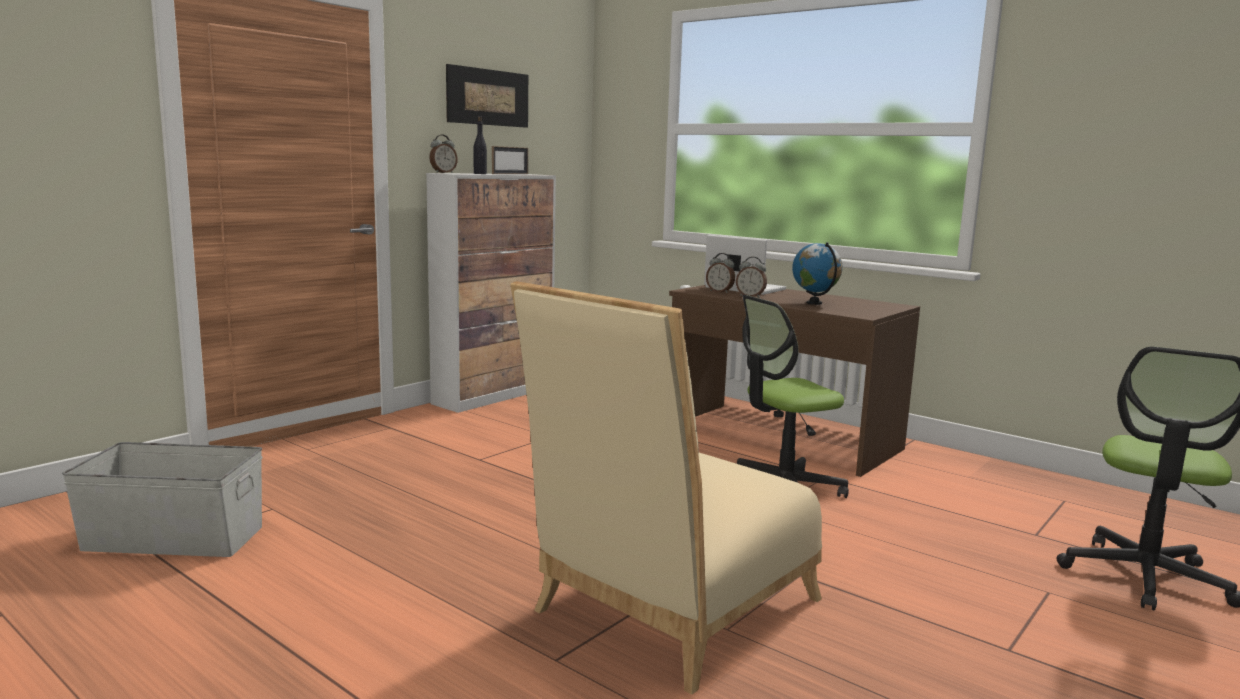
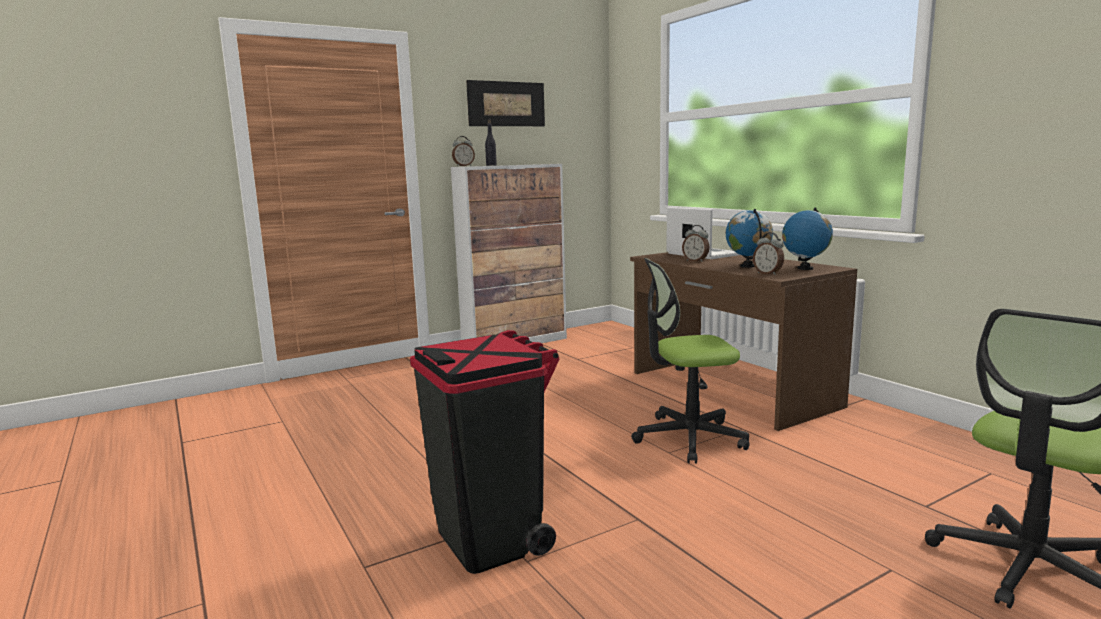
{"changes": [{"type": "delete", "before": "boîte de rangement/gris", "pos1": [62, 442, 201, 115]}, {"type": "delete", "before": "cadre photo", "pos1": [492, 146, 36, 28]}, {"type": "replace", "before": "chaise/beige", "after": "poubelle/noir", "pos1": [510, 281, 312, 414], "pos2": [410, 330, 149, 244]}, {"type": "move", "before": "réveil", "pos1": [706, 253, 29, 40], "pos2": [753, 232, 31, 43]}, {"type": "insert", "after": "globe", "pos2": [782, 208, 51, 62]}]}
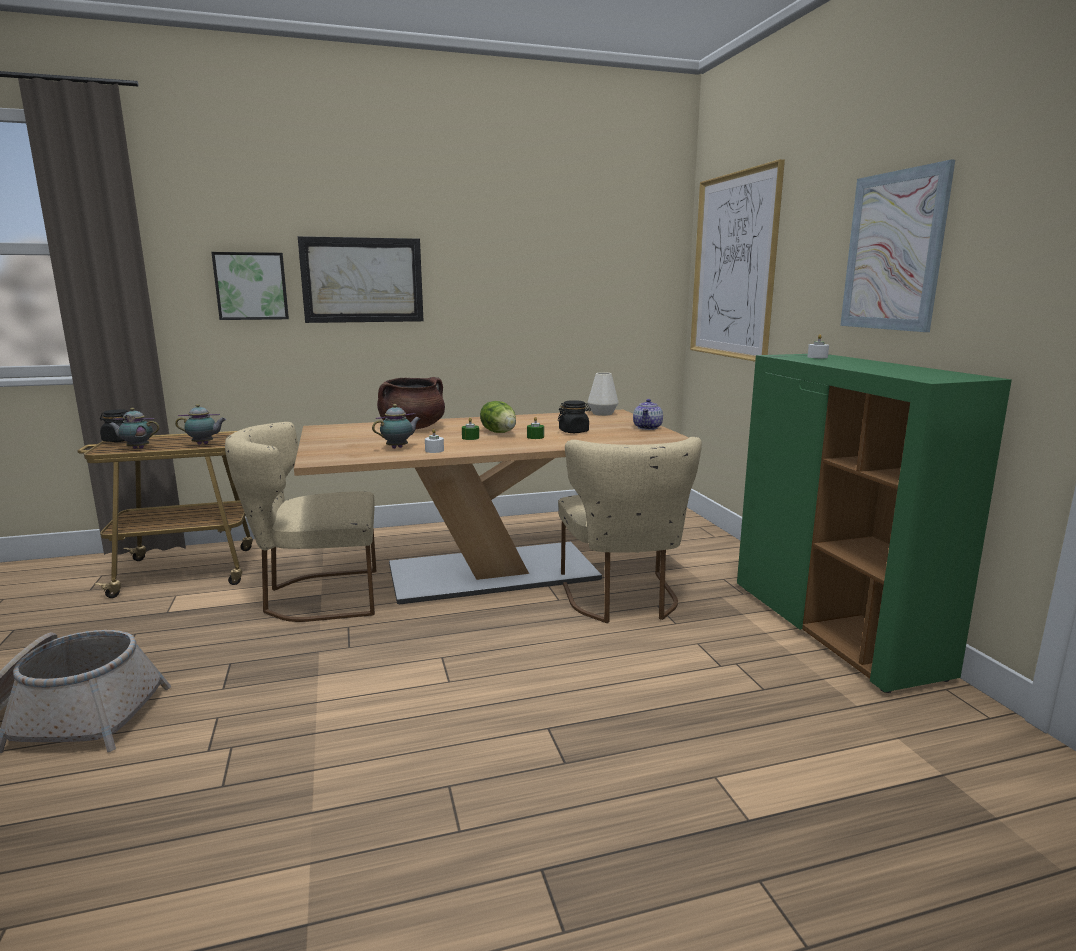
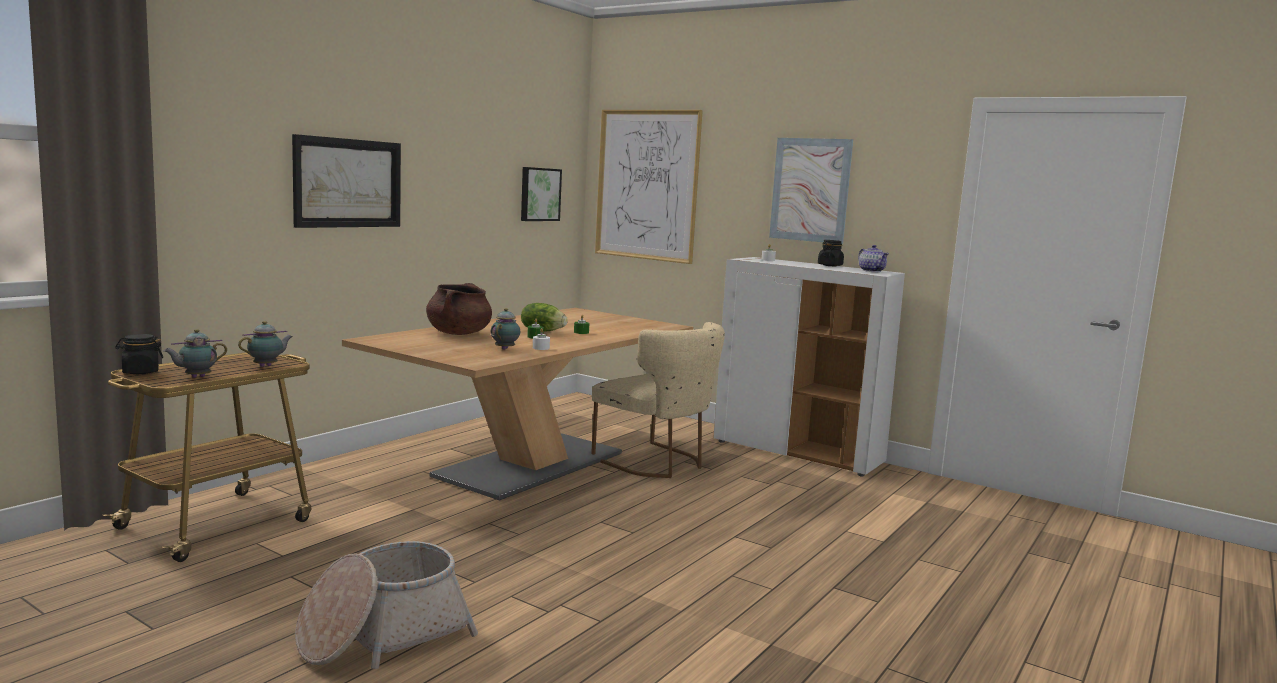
{"changes": [{"type": "move", "before": "tableau", "pos1": [211, 252, 78, 68], "pos2": [521, 167, 41, 54]}, {"type": "delete", "before": "chaise/beige", "pos1": [225, 422, 151, 200]}, {"type": "move", "before": "bocal/noir", "pos1": [558, 400, 33, 33], "pos2": [818, 240, 26, 26]}, {"type": "delete", "before": "vase/blanc", "pos1": [588, 372, 31, 44]}, {"type": "move", "before": "théière", "pos1": [633, 399, 30, 31], "pos2": [858, 245, 31, 27]}, {"type": "recolor", "before": "meuble de rangement/vert", "after": "meuble de rangement/blanc", "pos1": [737, 354, 275, 339], "pos2": [713, 257, 192, 220]}]}
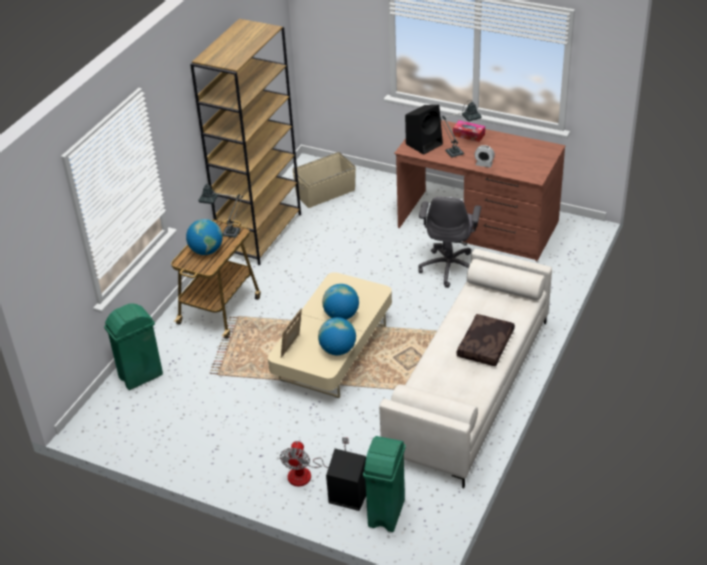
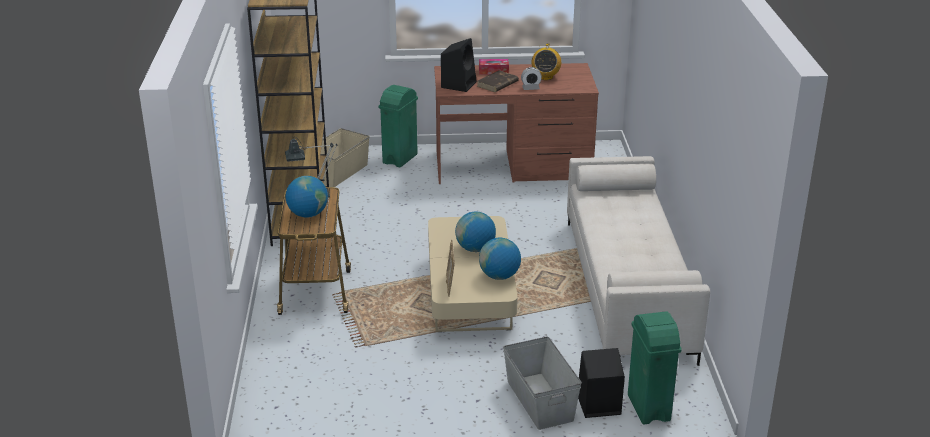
{"changes": [{"type": "move", "before": "poubelle/vert", "pos1": [104, 303, 59, 87], "pos2": [379, 85, 39, 82]}, {"type": "replace", "before": "ventilateur", "after": "boîte de rangement/gris", "pos1": [280, 437, 69, 49], "pos2": [503, 336, 79, 94]}, {"type": "delete", "before": "chaise de bureau/gris", "pos1": [418, 197, 63, 91]}, {"type": "replace", "before": "lampe de table", "after": "livre/marron", "pos1": [440, 100, 42, 58], "pos2": [477, 71, 42, 21]}, {"type": "delete", "before": "coussin/marron", "pos1": [456, 314, 59, 52]}, {"type": "insert", "after": "radio", "pos2": [532, 43, 29, 37]}]}
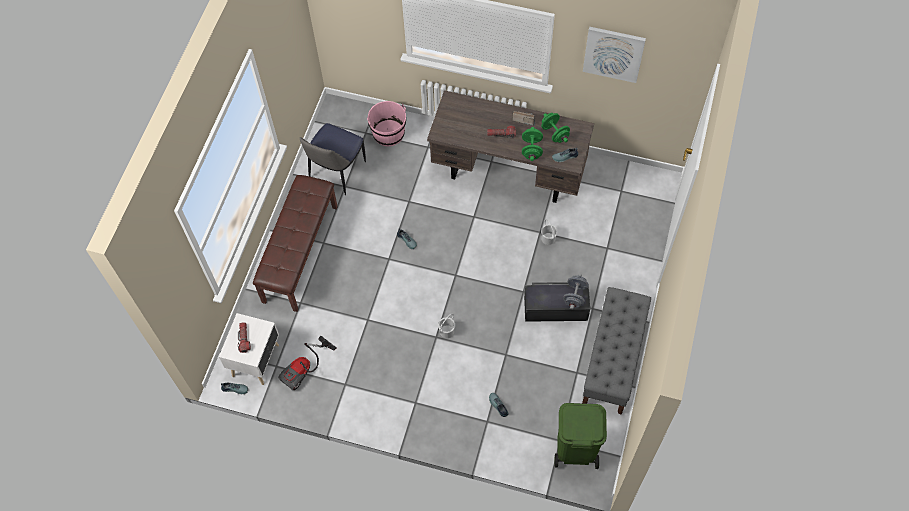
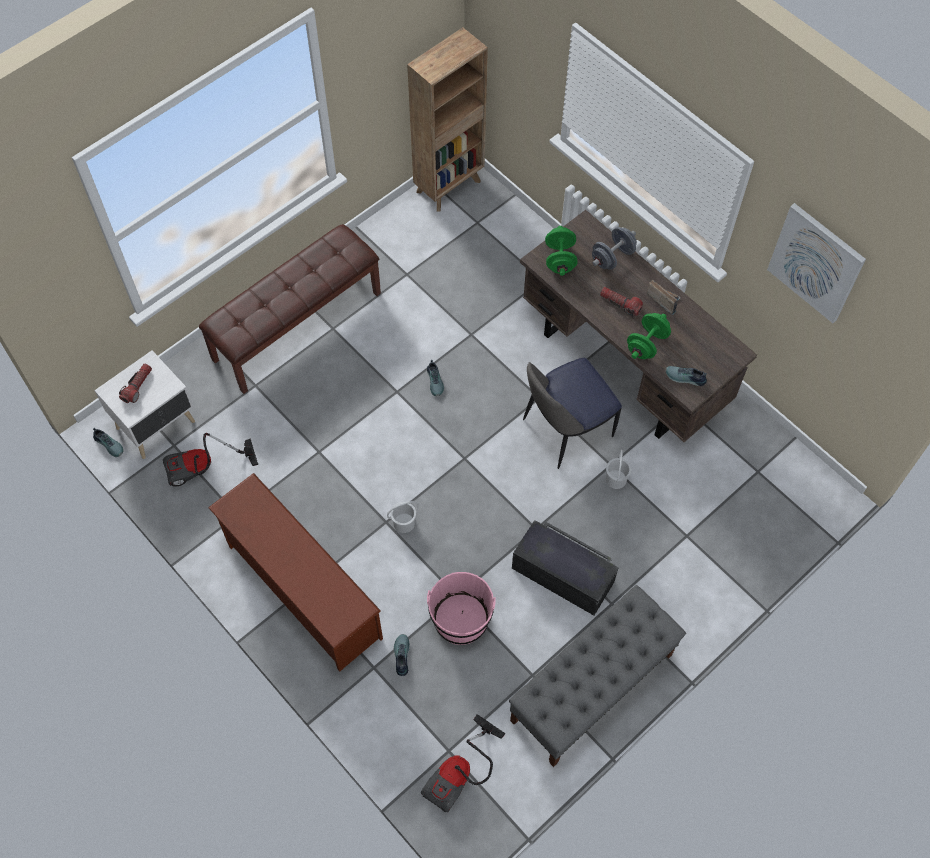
{"changes": [{"type": "move", "before": "chaise", "pos1": [300, 123, 66, 72], "pos2": [523, 358, 99, 111]}, {"type": "move", "before": "seau/rose", "pos1": [367, 101, 39, 45], "pos2": [427, 572, 69, 73]}, {"type": "move", "before": "haltère/vert", "pos1": [541, 113, 29, 30], "pos2": [545, 226, 32, 50]}, {"type": "replace", "before": "poubelle/vert", "after": "aspirateur", "pos1": [555, 403, 52, 66], "pos2": [421, 714, 84, 99]}, {"type": "move", "before": "haltère/gris", "pos1": [563, 274, 26, 36], "pos2": [592, 227, 45, 43]}, {"type": "insert", "after": "étagère à chaussures/marron", "pos2": [208, 473, 175, 199]}, {"type": "insert", "after": "bibliothèque/marron", "pos2": [407, 27, 81, 185]}]}
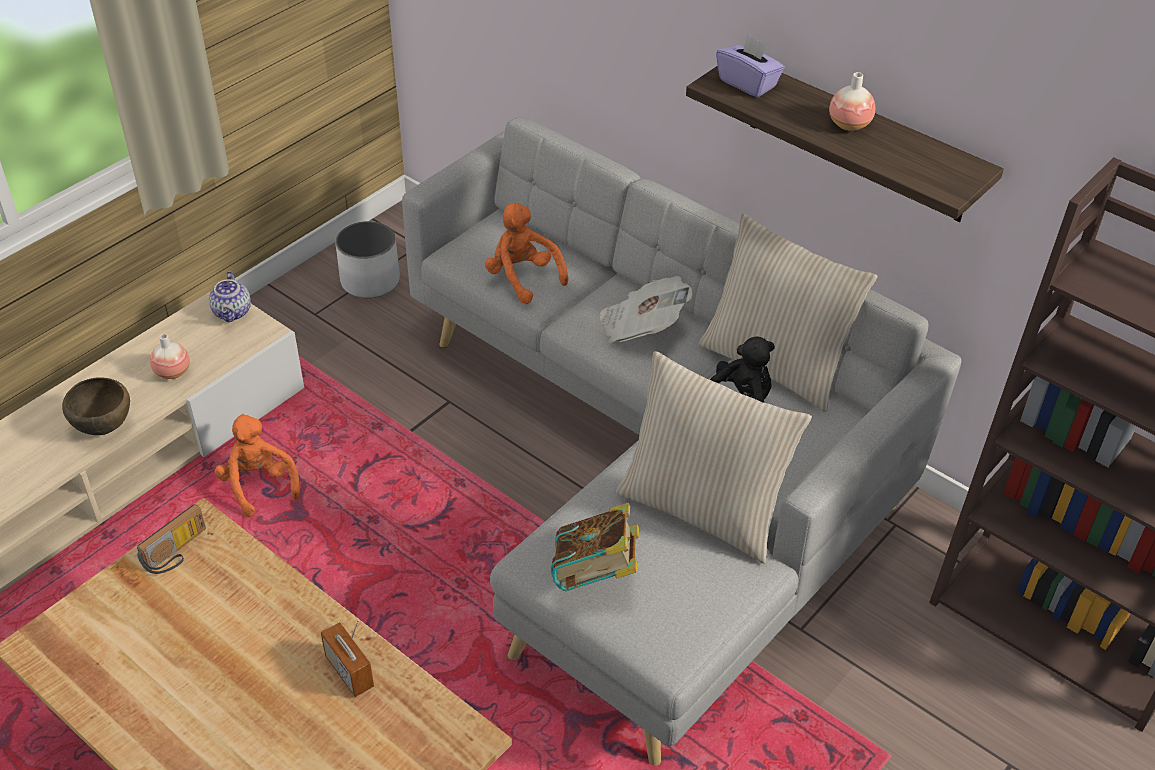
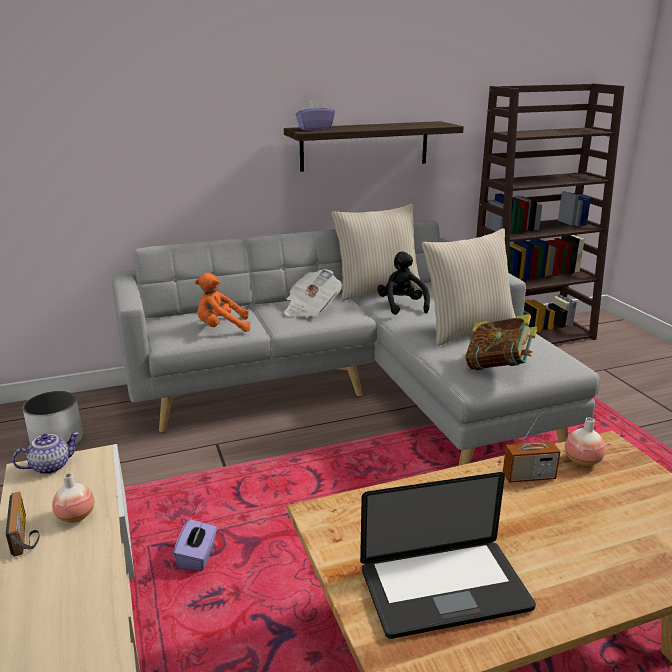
{"changes": [{"type": "delete", "before": "bol/marron", "pos1": [62, 377, 68, 58]}, {"type": "move", "before": "radio", "pos1": [137, 504, 69, 70], "pos2": [6, 492, 34, 64]}, {"type": "rotate", "before": "théière", "pos1": [209, 271, 42, 51], "pos2": [12, 432, 67, 42], "turn": -60}, {"type": "replace", "before": "peluche/orange", "after": "boîte à mouchoirs/violet", "pos1": [215, 414, 85, 103], "pos2": [173, 519, 44, 52]}, {"type": "move", "before": "vase", "pos1": [829, 72, 46, 59], "pos2": [565, 417, 41, 50]}, {"type": "insert", "after": "ordinateur portable", "pos2": [360, 472, 176, 167]}]}
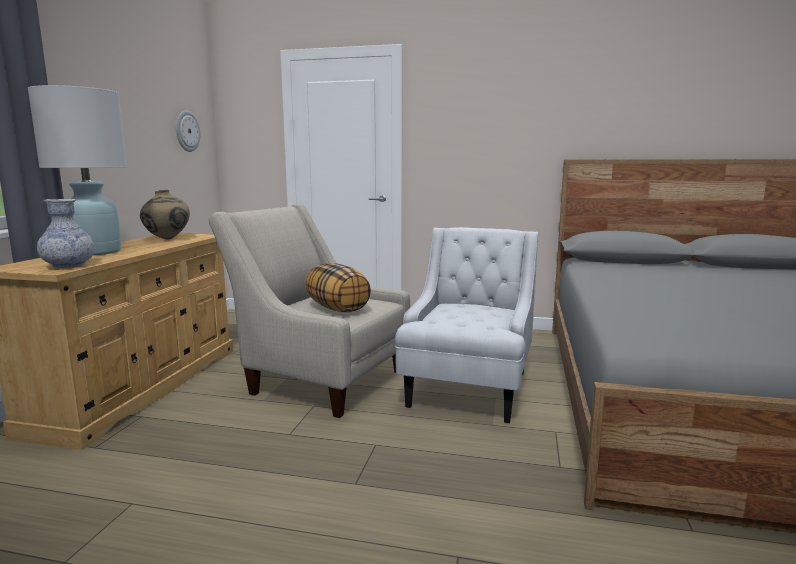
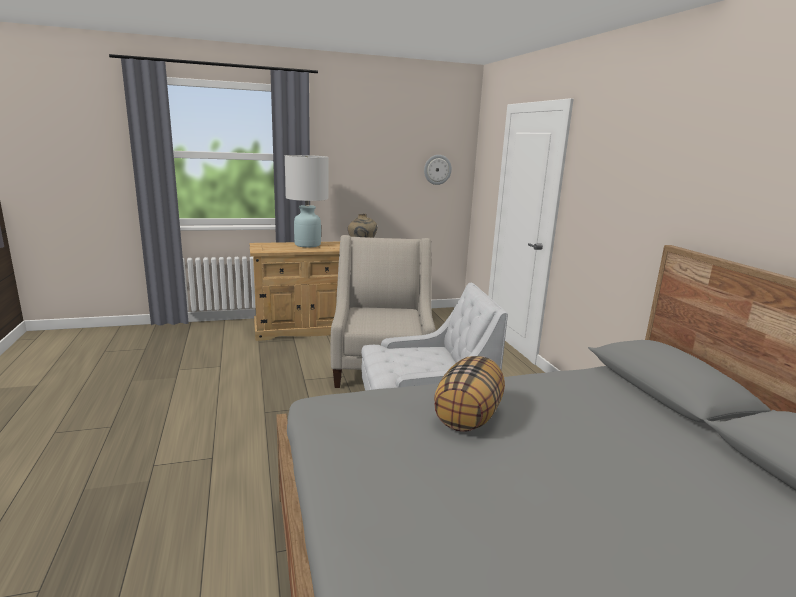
{"changes": [{"type": "delete", "before": "vase", "pos1": [37, 199, 58, 69]}, {"type": "move", "before": "coussin", "pos1": [305, 263, 66, 49], "pos2": [434, 356, 71, 76]}]}
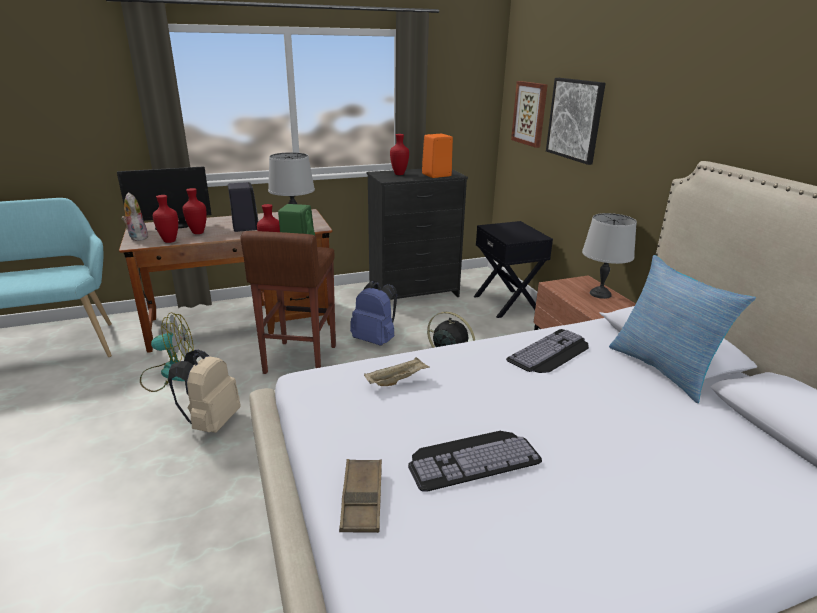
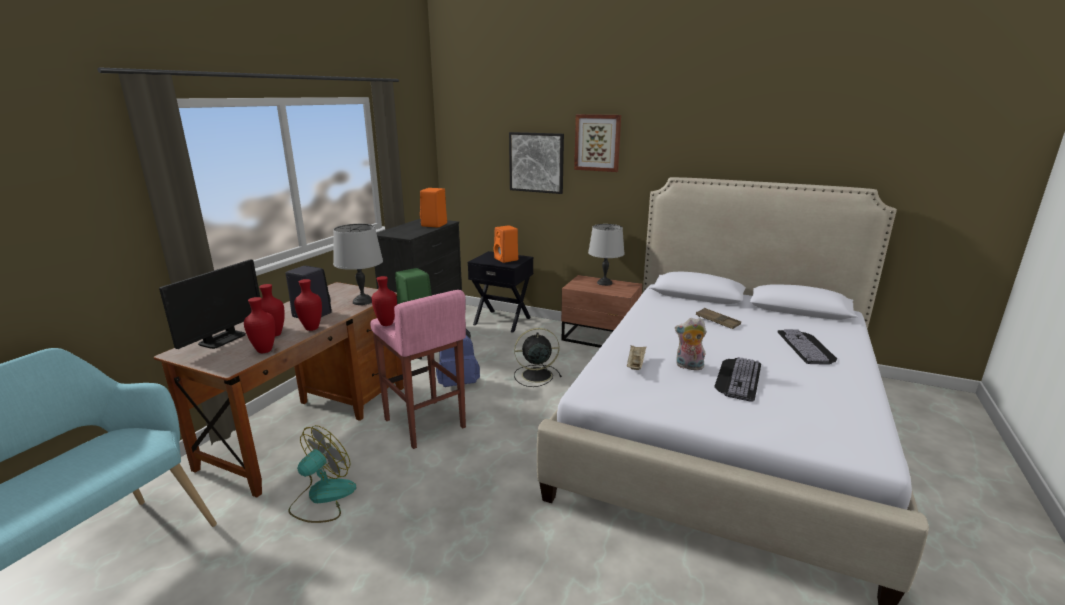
{"changes": [{"type": "move", "before": "peluche", "pos1": [122, 192, 26, 49], "pos2": [675, 318, 32, 52]}, {"type": "delete", "before": "sac à dos/beige", "pos1": [168, 350, 73, 83]}, {"type": "recolor", "before": "tabouret/marron", "after": "tabouret/rose", "pos1": [240, 231, 96, 143], "pos2": [370, 290, 96, 159]}, {"type": "move", "before": "plateau/marron", "pos1": [339, 459, 43, 74], "pos2": [696, 308, 45, 21]}, {"type": "move", "before": "vase/rouge", "pos1": [390, 134, 19, 41], "pos2": [294, 279, 28, 52]}, {"type": "move", "before": "clavier", "pos1": [506, 329, 83, 44], "pos2": [777, 329, 60, 36]}, {"type": "move", "before": "tableau", "pos1": [511, 81, 37, 67], "pos2": [574, 114, 47, 58]}, {"type": "delete", "before": "coussin", "pos1": [609, 255, 147, 148]}, {"type": "insert", "after": "enceinte/orange", "pos2": [494, 225, 24, 38]}]}
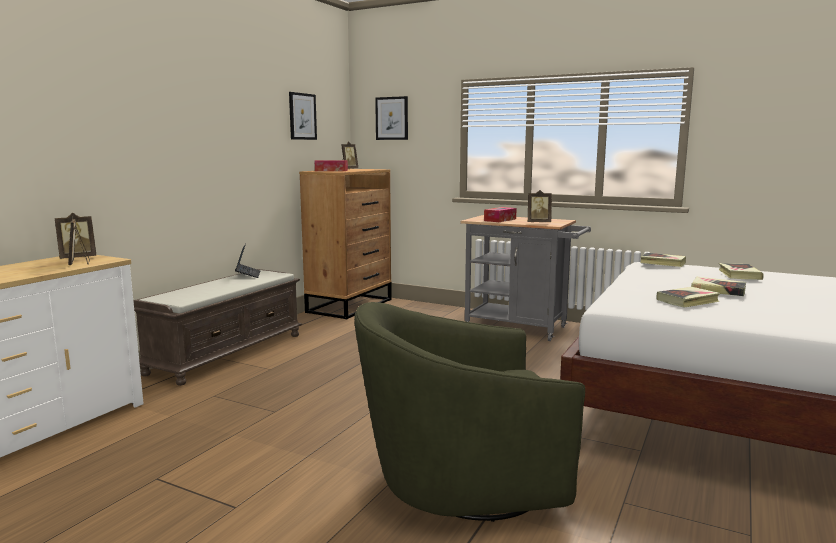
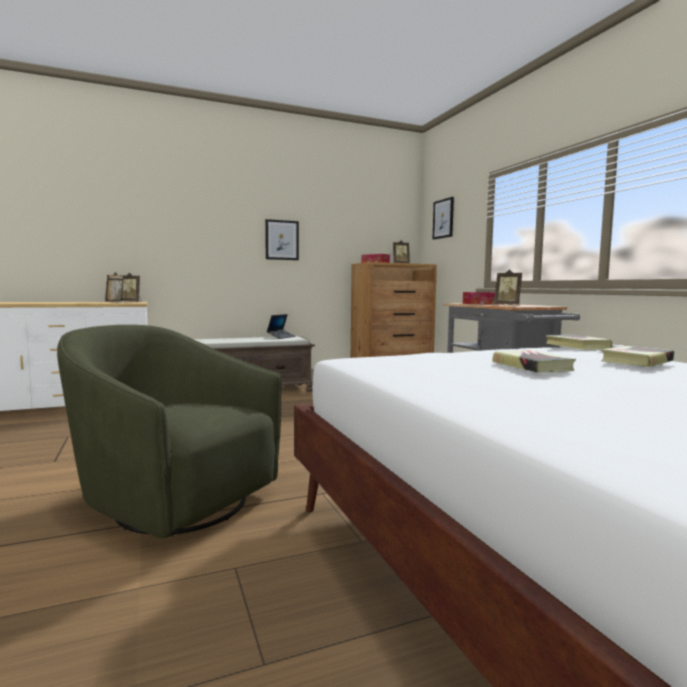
{"changes": [{"type": "move", "before": "tableau", "pos1": [289, 92, 28, 48], "pos2": [265, 219, 34, 41]}, {"type": "delete", "before": "livre", "pos1": [657, 287, 63, 21]}]}
